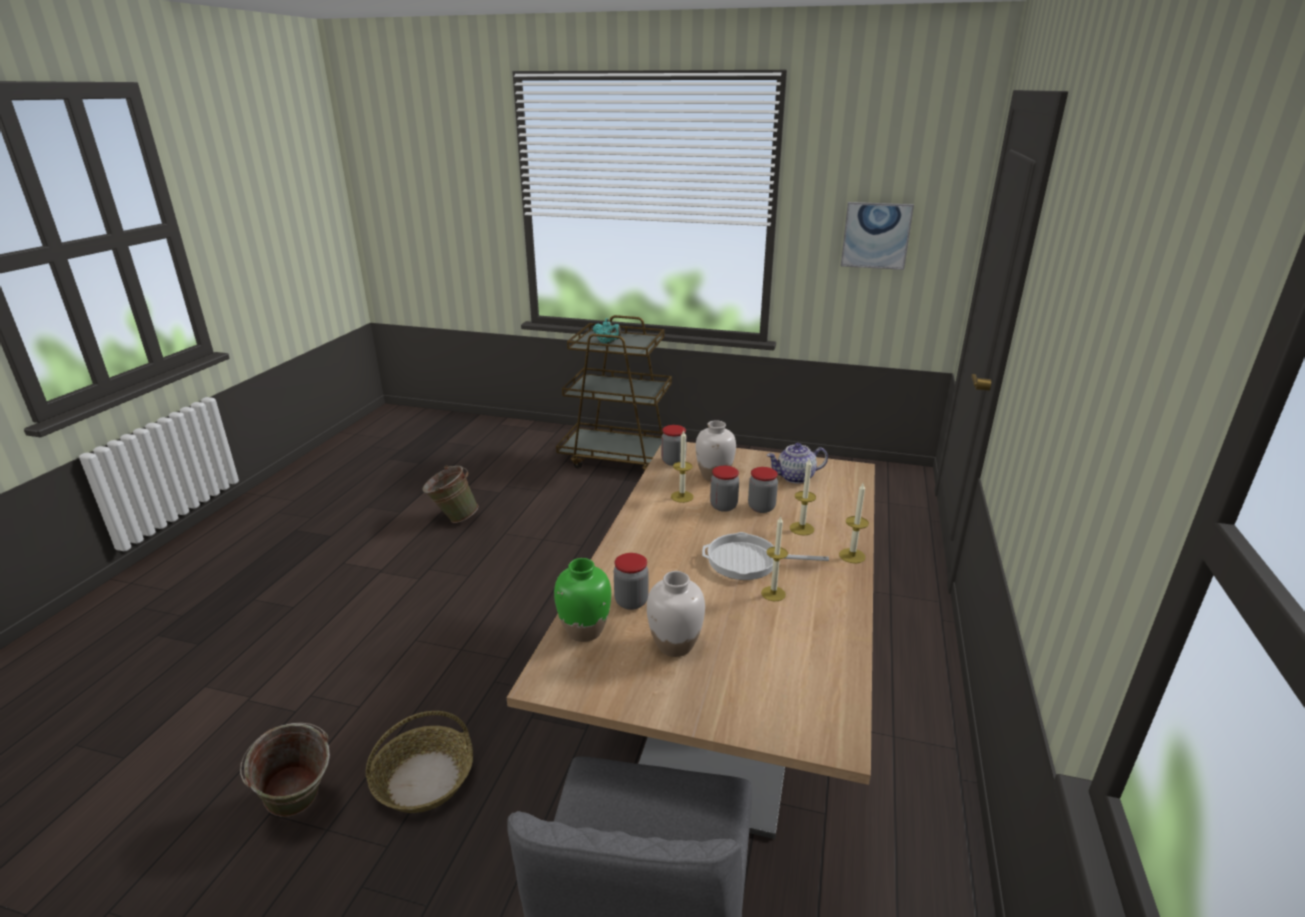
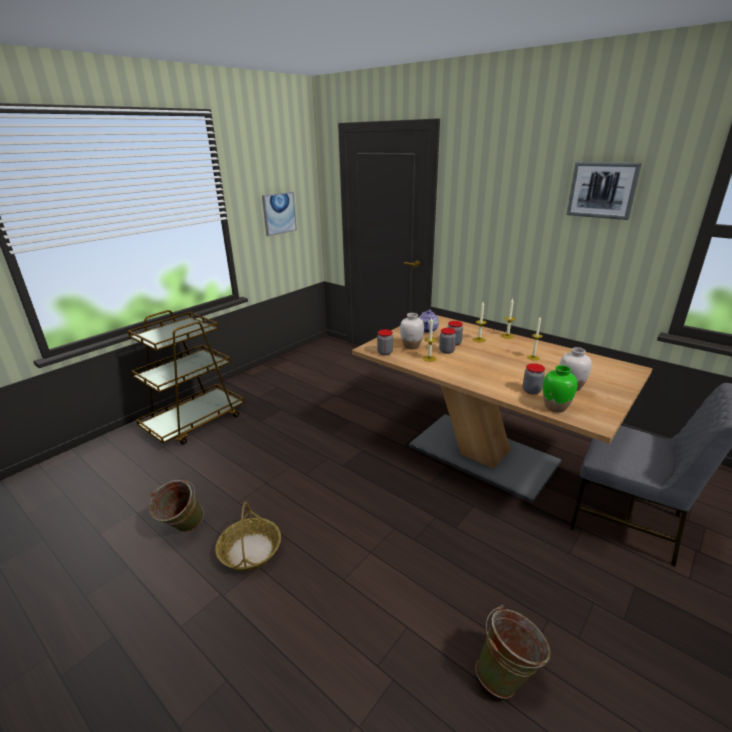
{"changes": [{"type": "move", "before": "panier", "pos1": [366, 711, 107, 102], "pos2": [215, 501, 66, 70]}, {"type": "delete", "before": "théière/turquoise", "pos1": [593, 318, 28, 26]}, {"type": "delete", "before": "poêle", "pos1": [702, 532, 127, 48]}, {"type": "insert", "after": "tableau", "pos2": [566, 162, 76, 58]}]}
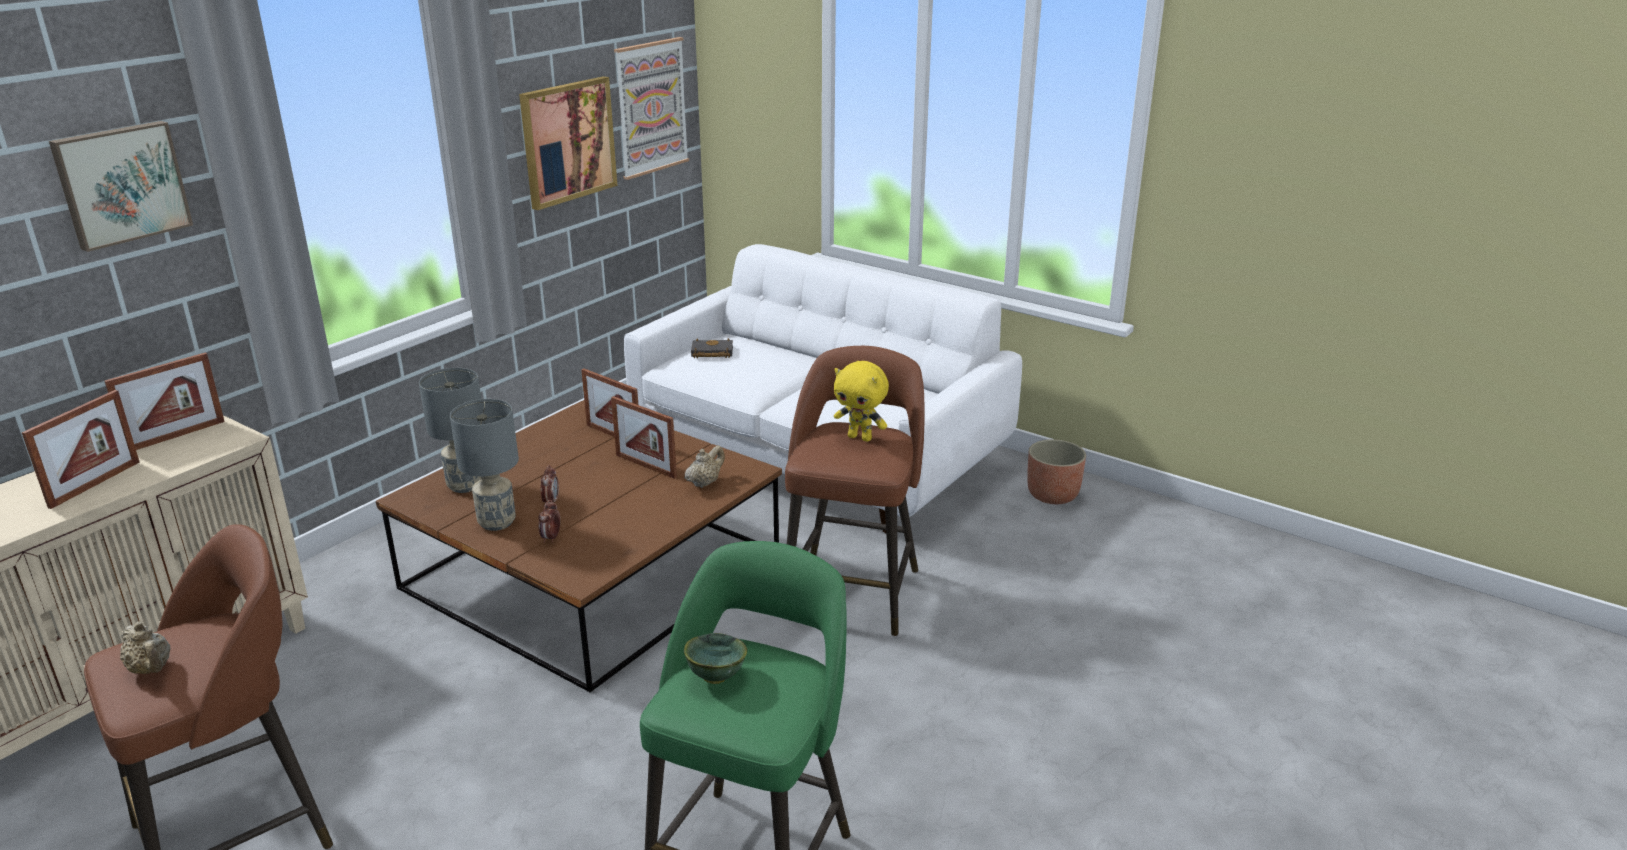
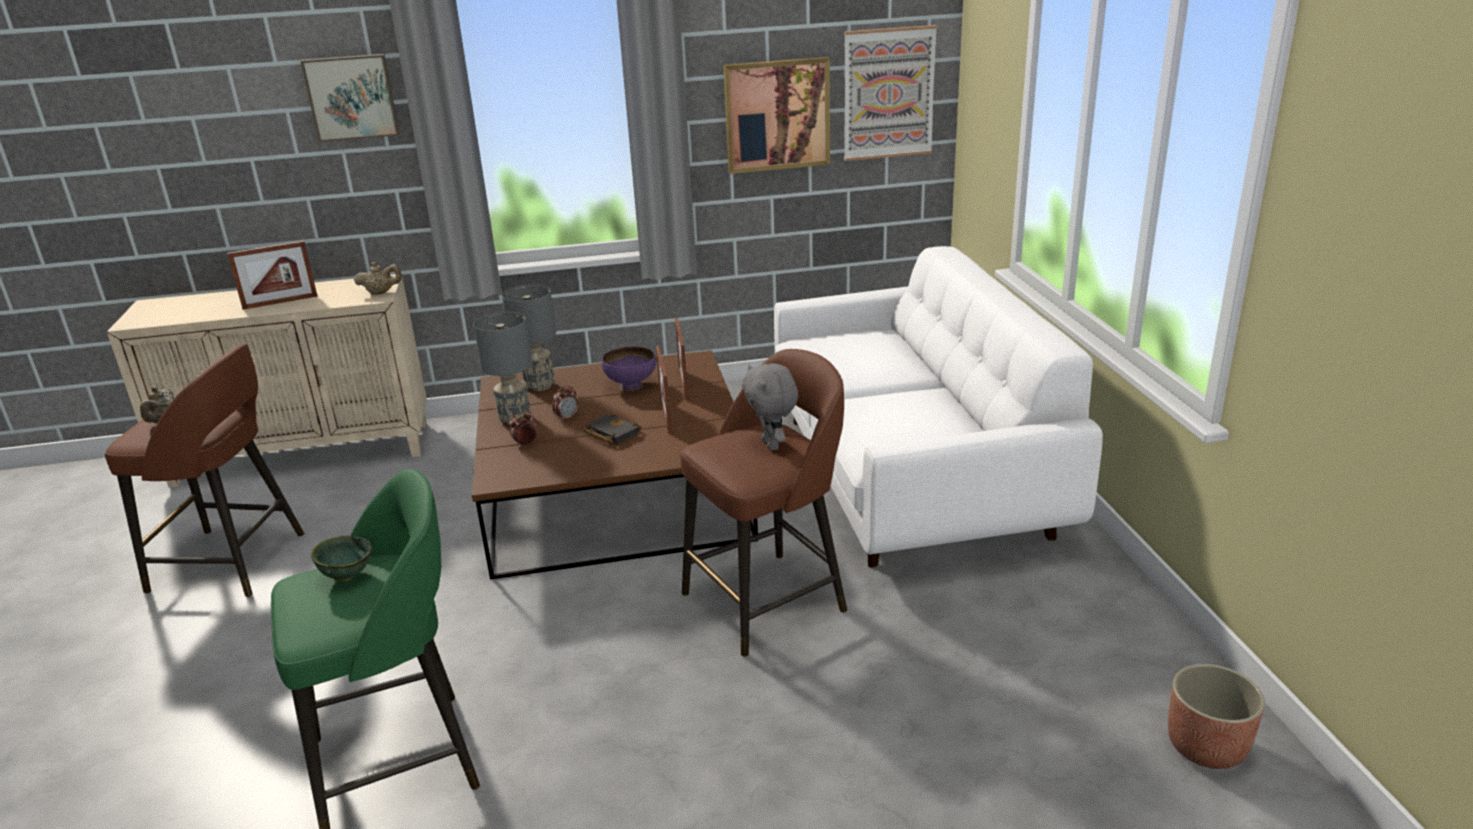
{"changes": [{"type": "delete", "before": "cadre photo", "pos1": [104, 352, 121, 98]}, {"type": "move", "before": "théière/beige", "pos1": [685, 446, 40, 42], "pos2": [354, 262, 48, 33]}, {"type": "move", "before": "livre/noir", "pos1": [691, 338, 42, 20], "pos2": [583, 413, 59, 32]}, {"type": "recolor", "before": "peluche/jaune", "after": "peluche/gris", "pos1": [834, 361, 55, 81], "pos2": [742, 363, 56, 88]}, {"type": "move", "before": "cache-pot", "pos1": [1027, 439, 59, 65], "pos2": [1168, 664, 97, 105]}, {"type": "insert", "after": "bol/violet", "pos2": [602, 346, 54, 45]}]}
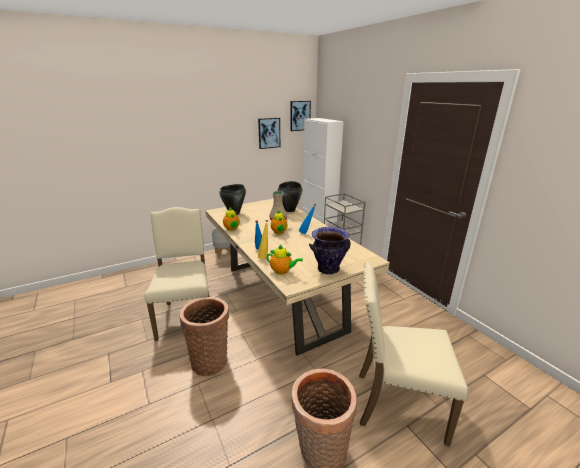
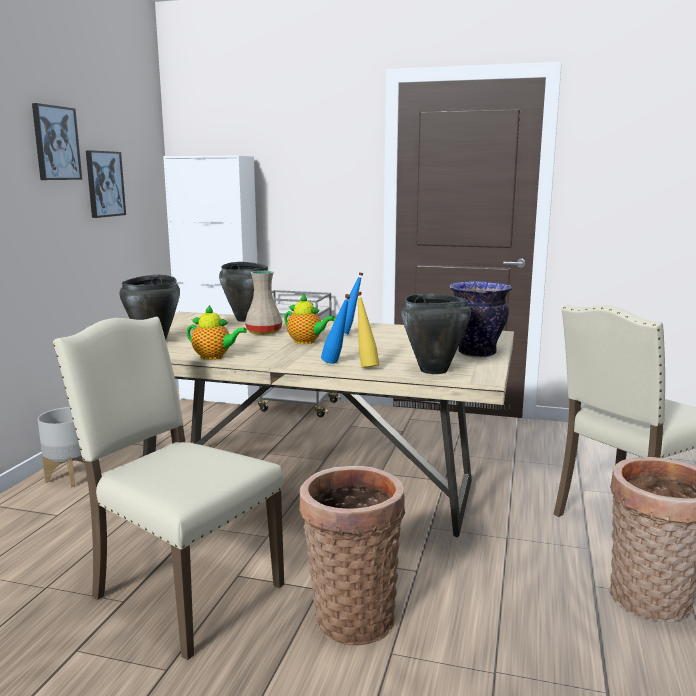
{"changes": [{"type": "replace", "before": "théière", "after": "marmite/noir", "pos1": [267, 245, 36, 30], "pos2": [401, 294, 70, 80]}, {"type": "move", "before": "tableau", "pos1": [290, 101, 21, 30], "pos2": [32, 103, 50, 77]}]}
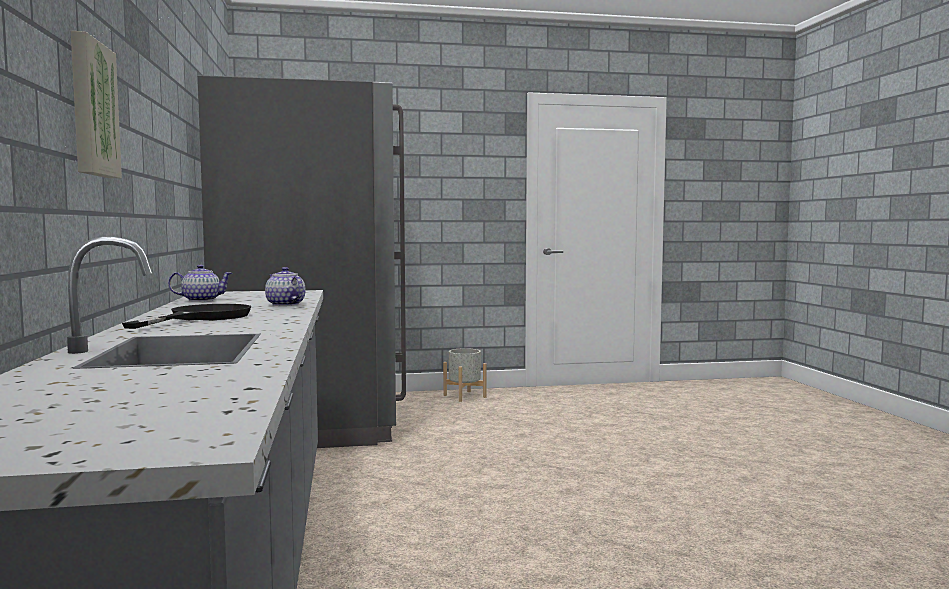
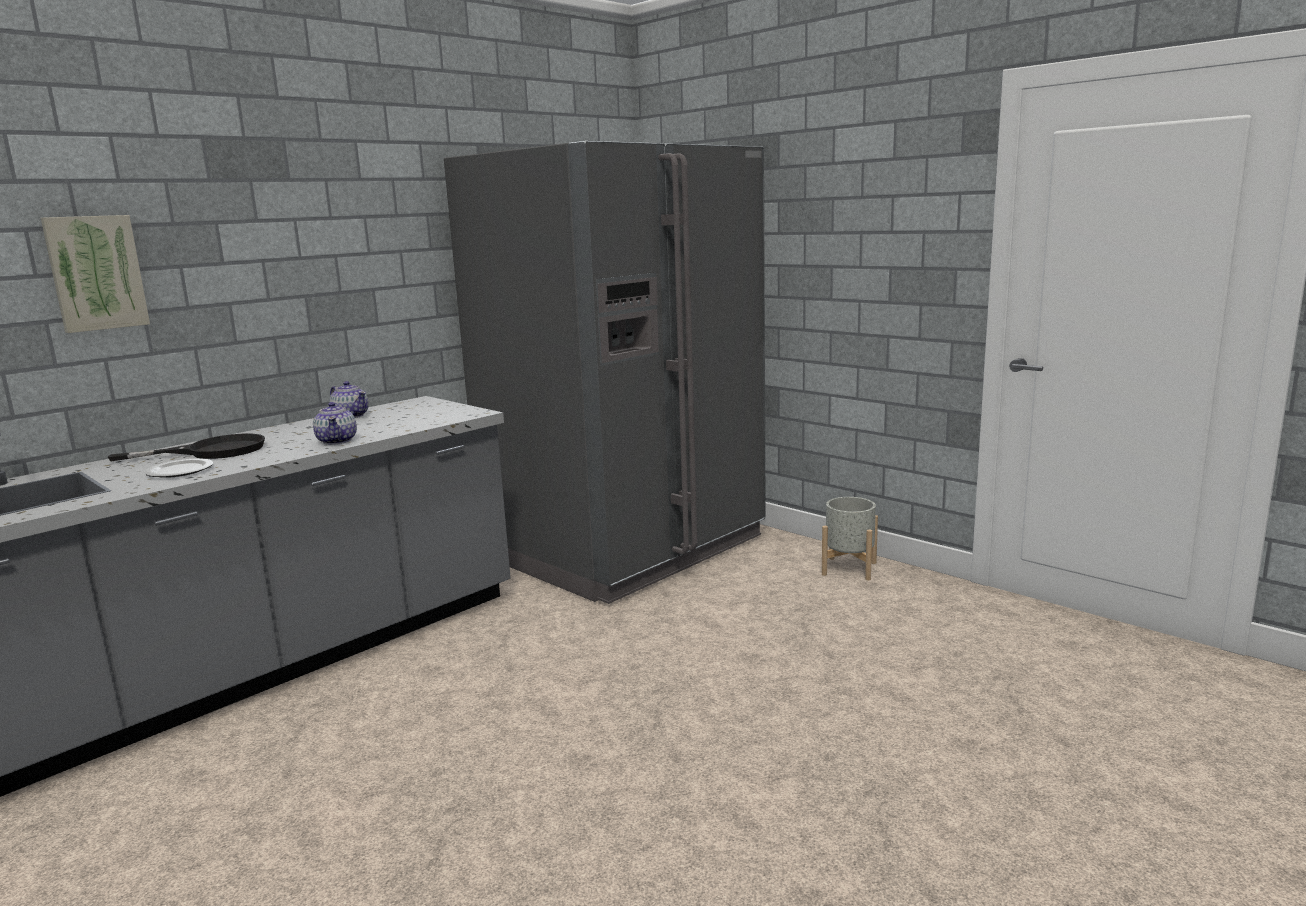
{"changes": [{"type": "rotate", "before": "théière", "pos1": [265, 267, 40, 39], "pos2": [313, 402, 44, 43], "turn": 150}, {"type": "insert", "after": "assiette", "pos2": [144, 459, 69, 19]}]}
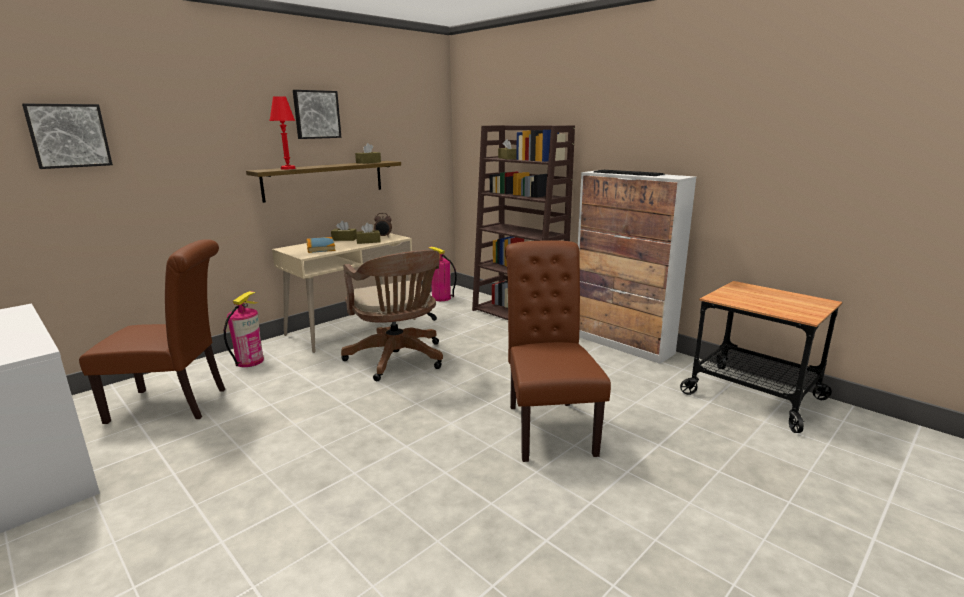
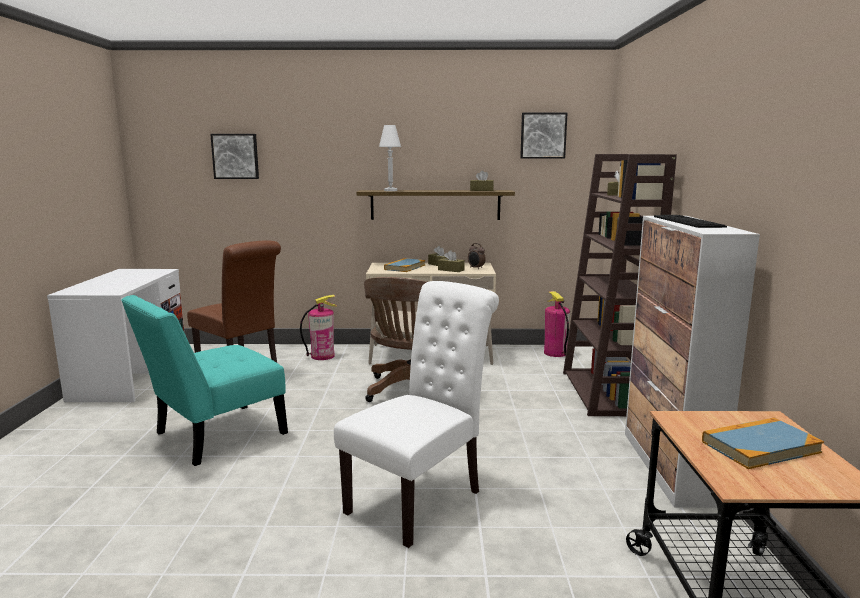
{"changes": [{"type": "recolor", "before": "lampe de table/rouge", "after": "lampe de table/blanc", "pos1": [270, 96, 25, 73], "pos2": [379, 125, 22, 66]}, {"type": "move", "before": "tableau", "pos1": [293, 90, 48, 49], "pos2": [520, 113, 47, 46]}, {"type": "recolor", "before": "chaise/marron", "after": "chaise/blanc", "pos1": [505, 240, 106, 222], "pos2": [334, 281, 165, 267]}, {"type": "insert", "after": "chaise/turquoise", "pos2": [121, 295, 167, 171]}, {"type": "insert", "after": "livre", "pos2": [702, 418, 122, 51]}]}
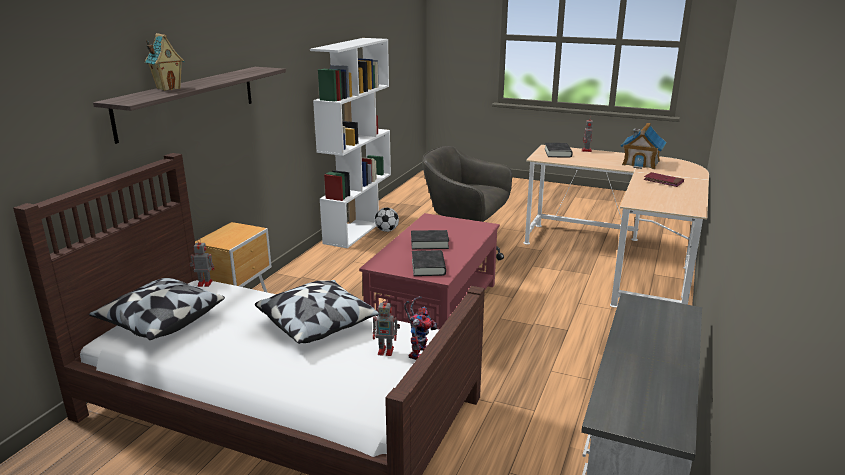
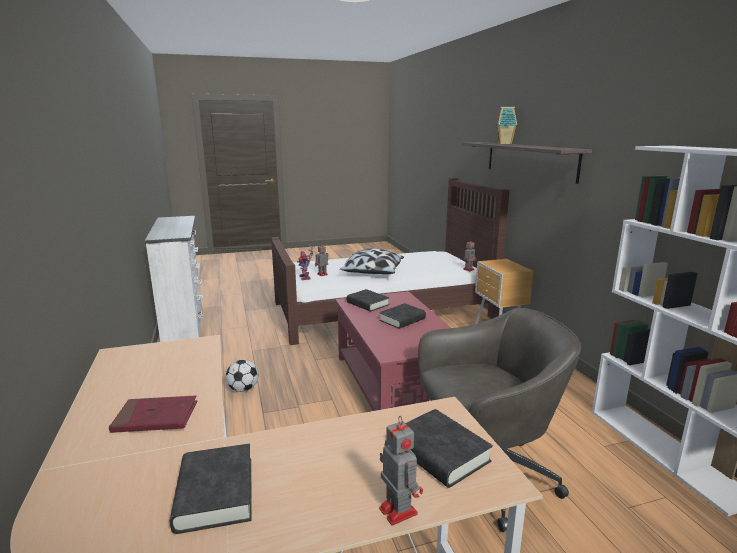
{"changes": [{"type": "delete", "before": "coussin", "pos1": [89, 278, 136, 62]}, {"type": "move", "before": "ballon de foot", "pos1": [375, 208, 24, 24], "pos2": [226, 359, 33, 33]}, {"type": "replace", "before": "maison miniature", "after": "livre/noir", "pos1": [620, 123, 47, 46], "pos2": [170, 444, 81, 90]}]}
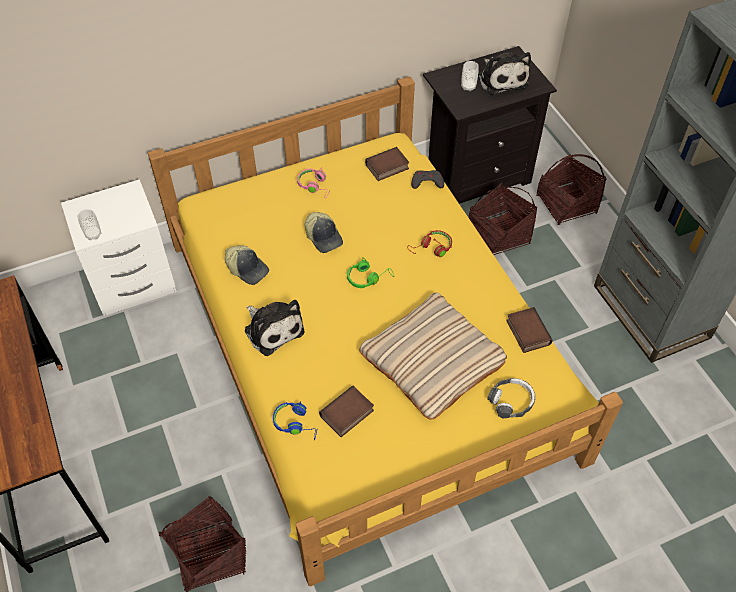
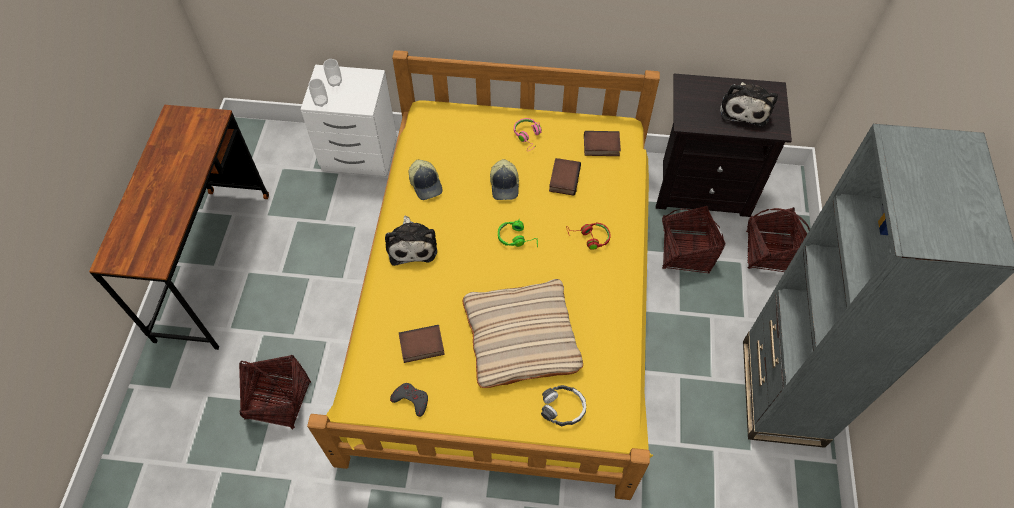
{"changes": [{"type": "delete", "before": "casque audio/bleu", "pos1": [273, 402, 45, 38]}, {"type": "move", "before": "manette/gris", "pos1": [411, 170, 33, 19], "pos2": [390, 383, 38, 34]}, {"type": "move", "before": "tasse", "pos1": [461, 61, 18, 31], "pos2": [323, 59, 19, 28]}, {"type": "move", "before": "livre", "pos1": [506, 307, 47, 46], "pos2": [549, 158, 32, 38]}]}
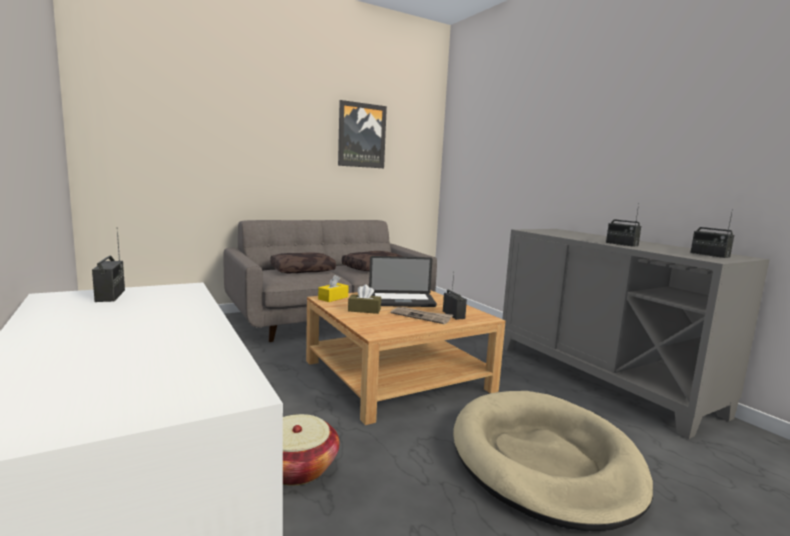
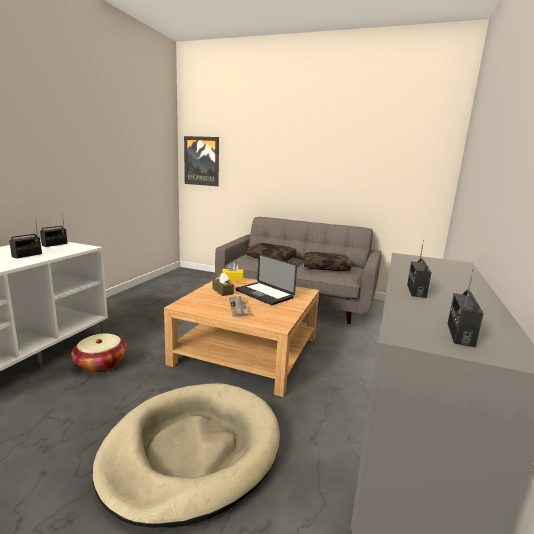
{"changes": [{"type": "move", "before": "tableau", "pos1": [338, 100, 49, 68], "pos2": [184, 136, 35, 50]}, {"type": "move", "before": "radio", "pos1": [443, 274, 24, 46], "pos2": [9, 219, 33, 40]}]}
